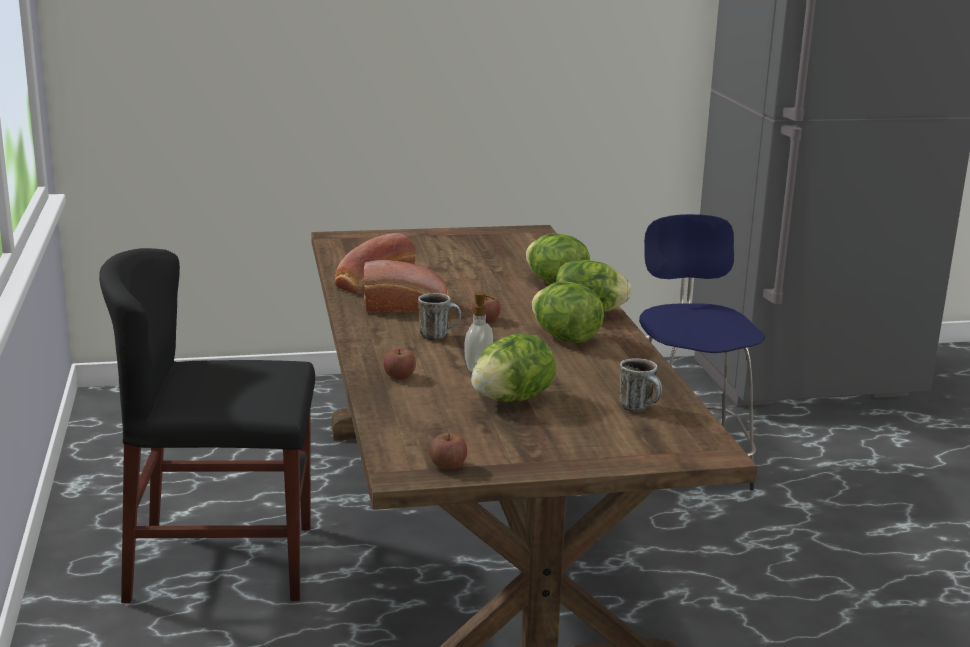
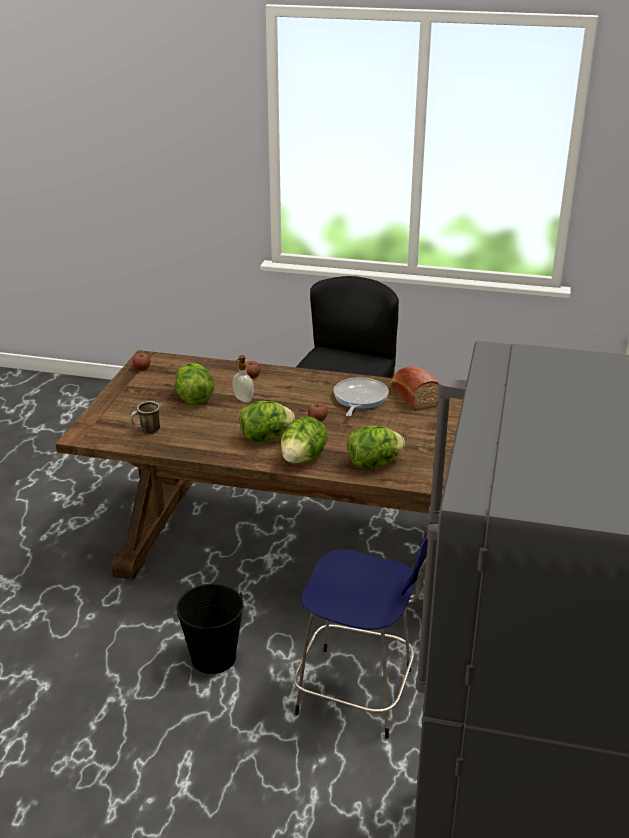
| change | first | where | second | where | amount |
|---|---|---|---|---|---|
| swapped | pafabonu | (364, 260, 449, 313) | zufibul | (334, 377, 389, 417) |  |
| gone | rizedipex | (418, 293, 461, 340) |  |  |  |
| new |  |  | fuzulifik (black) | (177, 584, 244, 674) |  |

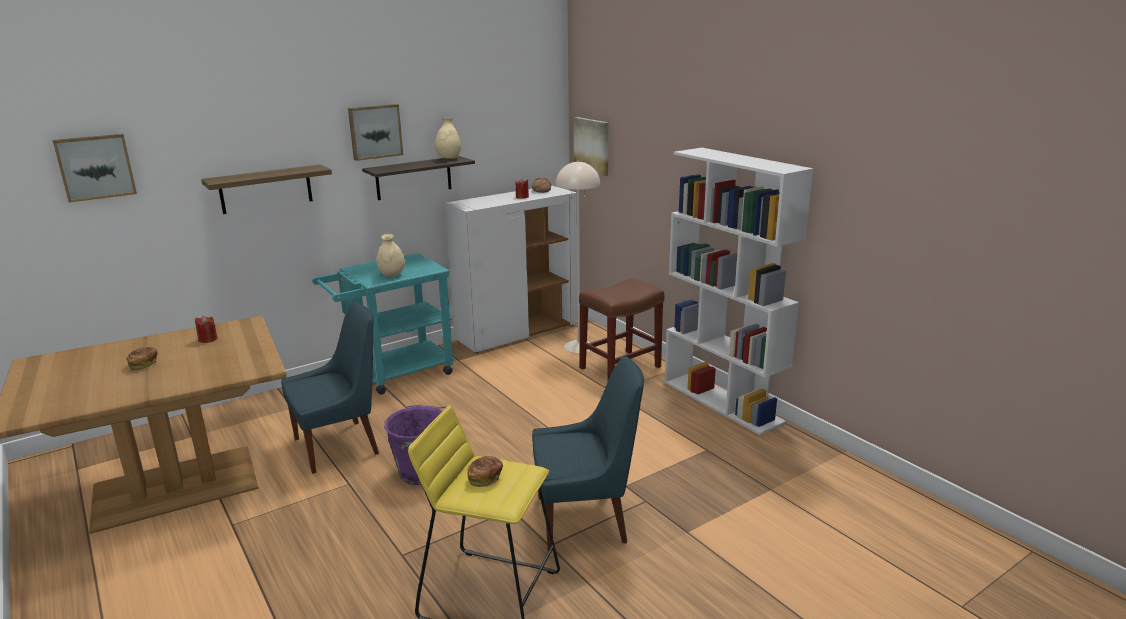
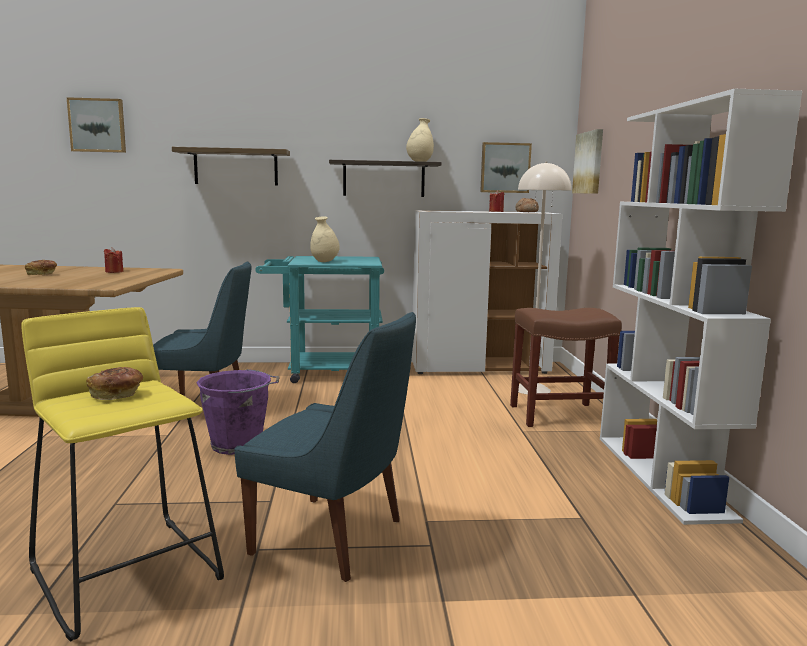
| change | first | where | second | where | amount |
|---|---|---|---|---|---|
| shifted | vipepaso | (348, 104, 403, 161) |  | (480, 142, 532, 193) |  |

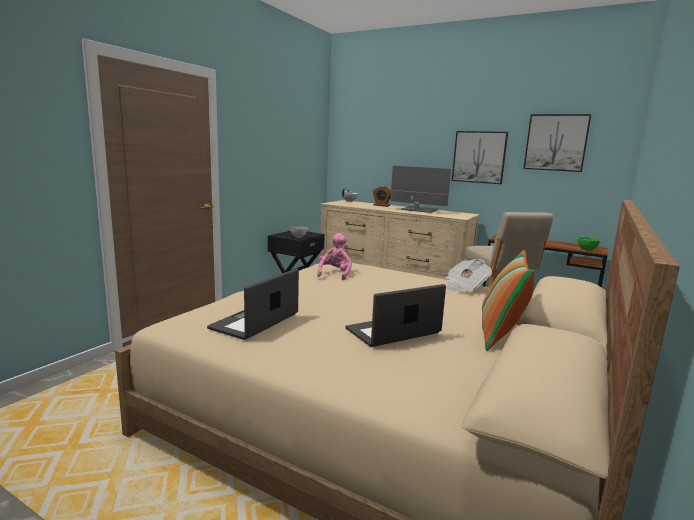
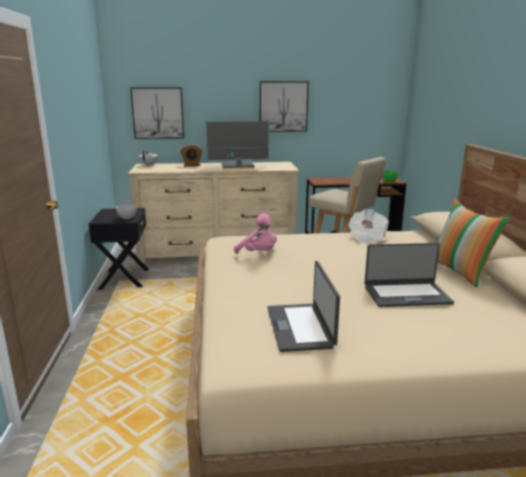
| change | first | where | second | where | amount |
|---|---|---|---|---|---|
| rotated | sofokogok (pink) | (317, 233, 352, 280) |  | (234, 213, 277, 254) | 150 degrees clockwise |
| rotated | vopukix | (346, 284, 446, 347) |  | (364, 243, 454, 307) | 120 degrees counterclockwise |
| shifted | vipepaso | (523, 114, 591, 172) |  | (130, 87, 184, 139) |  |

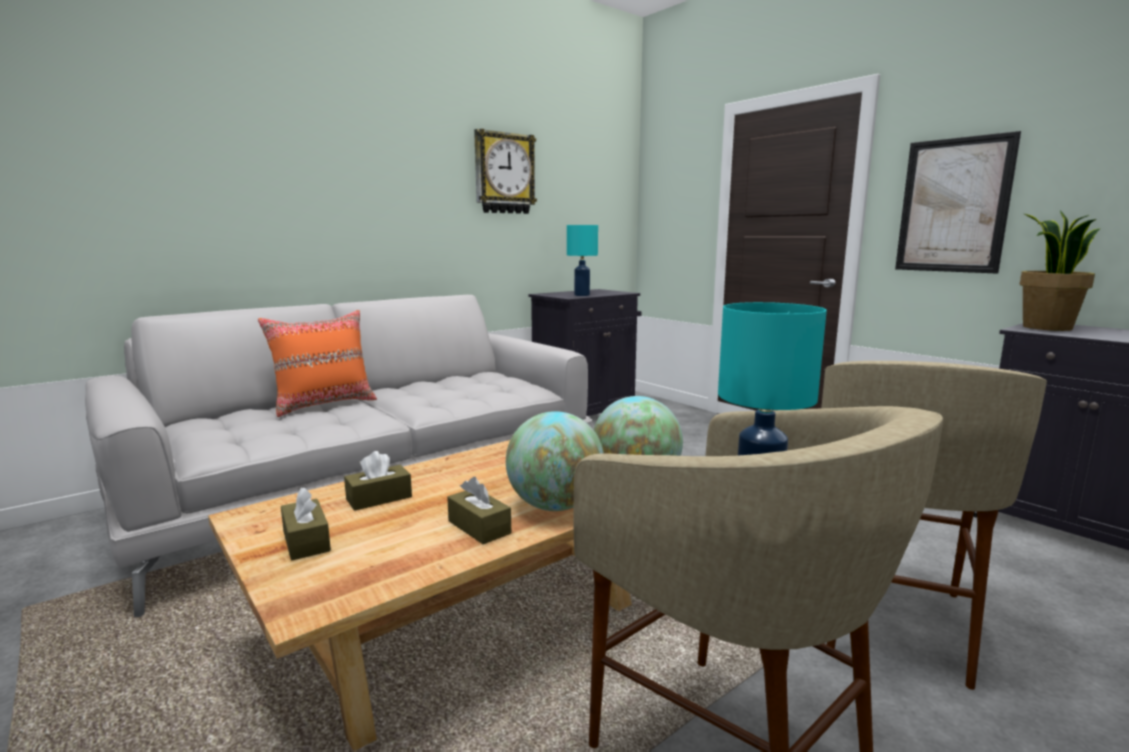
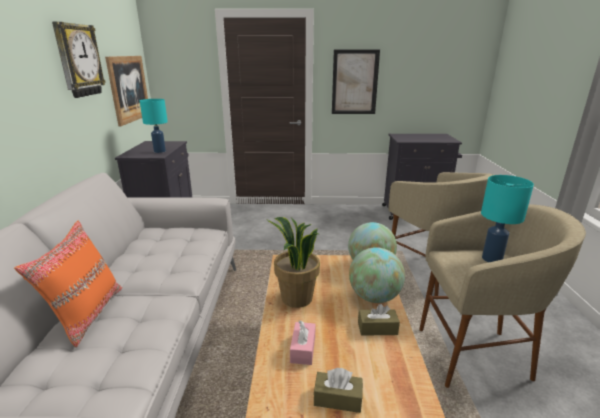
| change | first | where | second | where | amount |
|---|---|---|---|---|---|
| repainted | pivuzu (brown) | (344, 451, 412, 511) | pivuzu (pink) | (290, 320, 316, 365) |  |
| shifted | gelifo | (1019, 210, 1101, 331) |  | (266, 217, 320, 308) |  |
| new |  |  | vipepaso | (105, 56, 148, 126) |  |

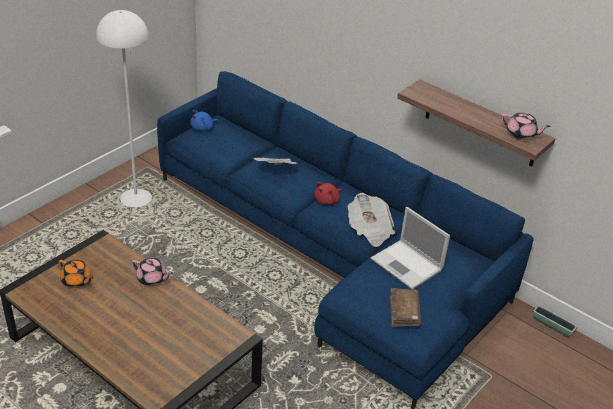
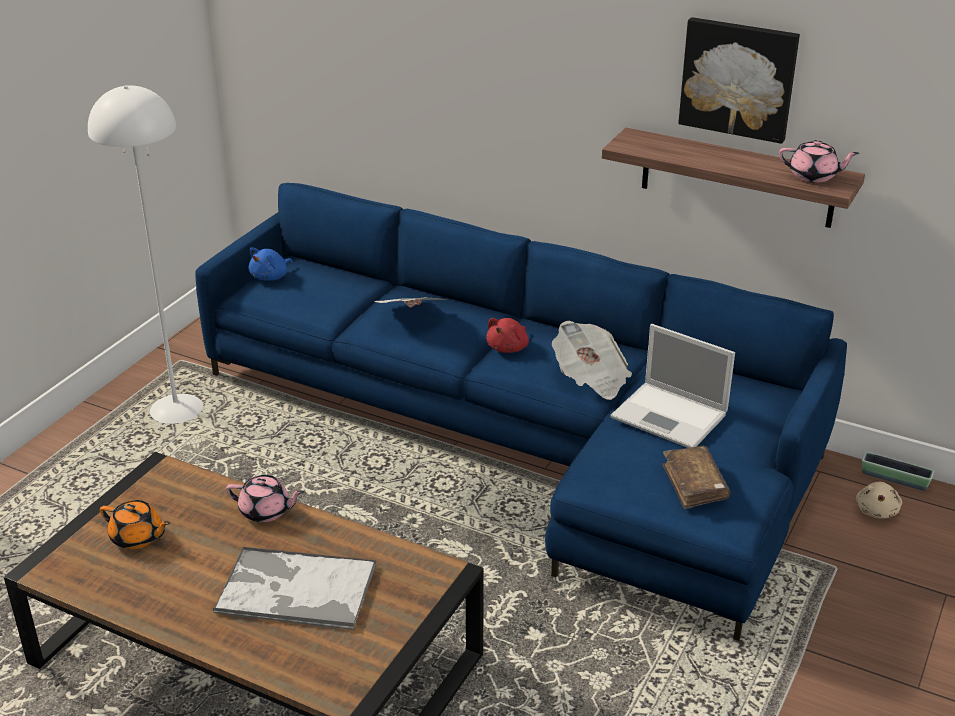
| change | first | where | second | where | amount |
|---|---|---|---|---|---|
| new |  |  | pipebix | (213, 547, 376, 630) |  |
| new |  |  | vipepaso | (678, 17, 800, 144) |  |
| new |  |  | sofokogok (beige) | (856, 482, 902, 519) |  |

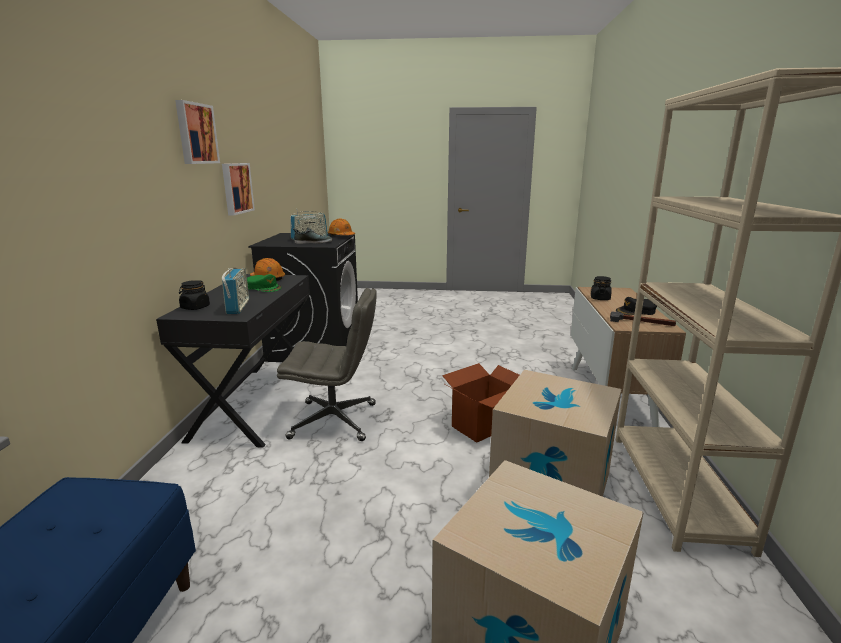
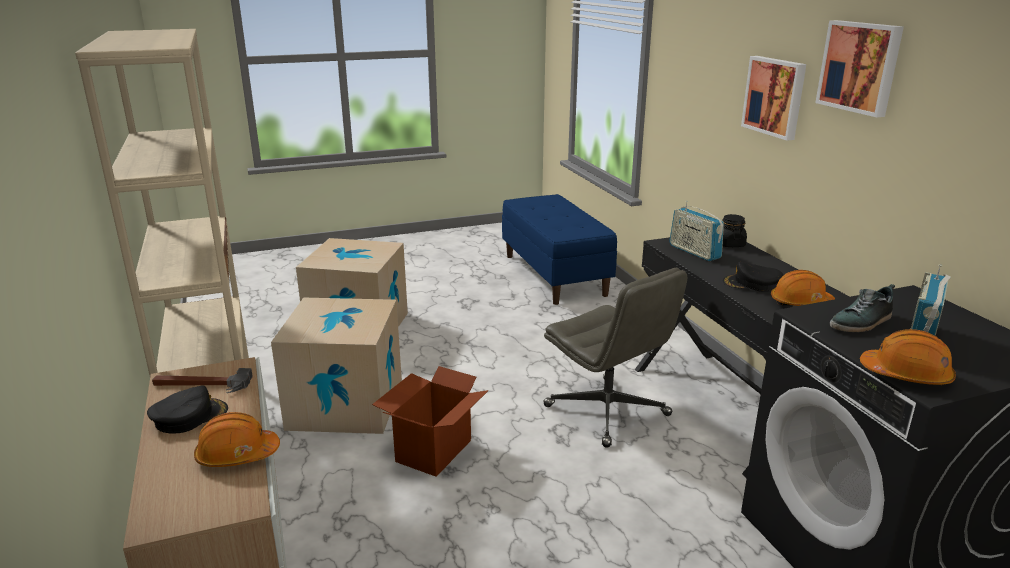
| change | first | where | second | where | amount |
|---|---|---|---|---|---|
| shifted | vipepaso | (222, 163, 255, 215) |  | (741, 56, 806, 141) |  |
| repainted | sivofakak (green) | (247, 274, 282, 292) | sivofakak (black) | (722, 262, 783, 292) |  |
| rotated | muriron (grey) | (277, 288, 377, 441) |  | (543, 268, 687, 448) | 105 degrees counterclockwise |
| swapped | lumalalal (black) | (591, 276, 612, 300) | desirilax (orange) | (194, 412, 280, 467) |  |

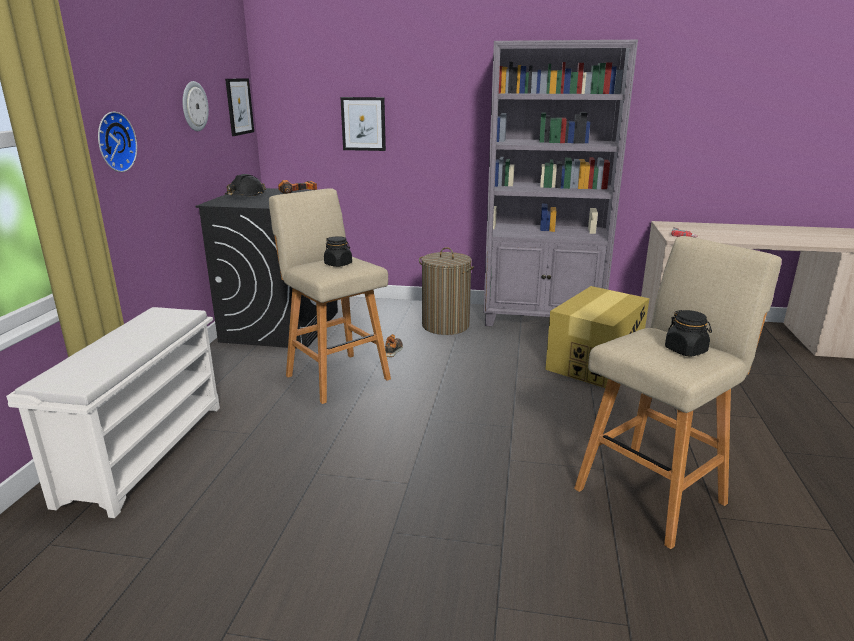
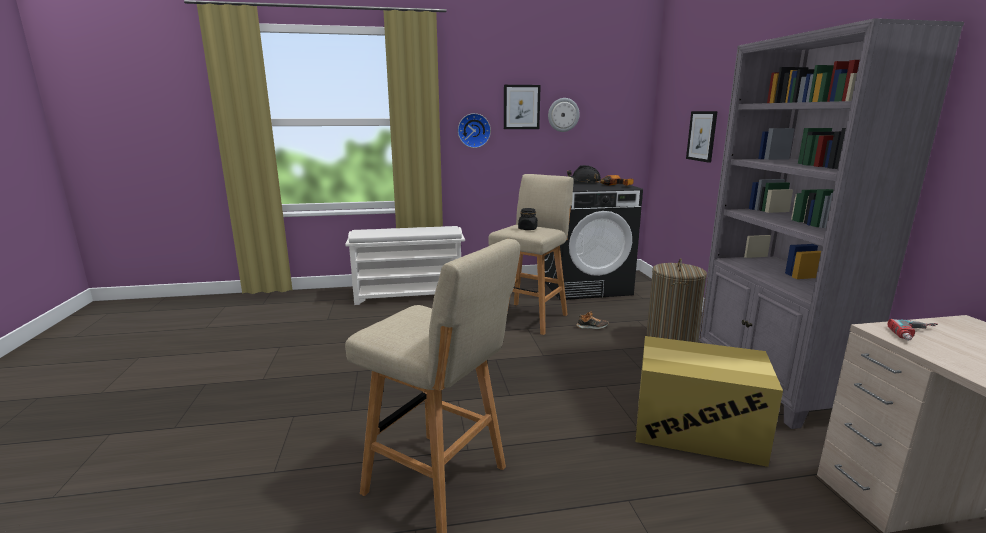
| change | first | where | second | where | amount |
|---|---|---|---|---|---|
| shifted | vipepaso | (225, 78, 254, 136) |  | (504, 85, 541, 129) |  |
| gone | lumalalal (black) | (665, 310, 712, 357) |  |  |  |

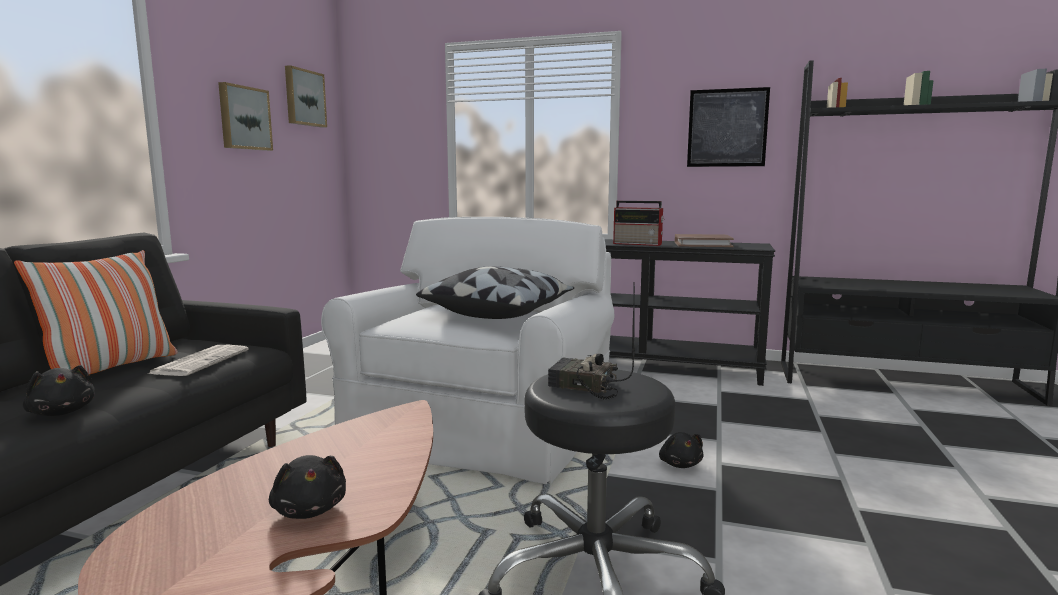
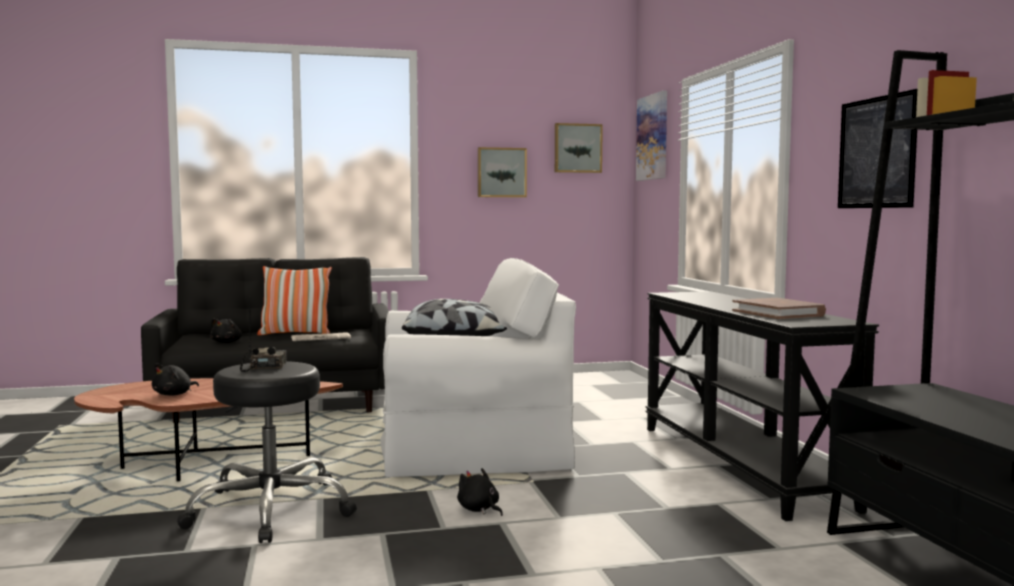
| change | first | where | second | where | amount |
|---|---|---|---|---|---|
| gone | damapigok | (613, 201, 664, 246) |  |  |  |
| rotated | sofokogok (black) | (659, 432, 703, 468) |  | (457, 468, 503, 516) | 90 degrees clockwise |
| new |  |  | vipepaso | (636, 91, 667, 181) |  |

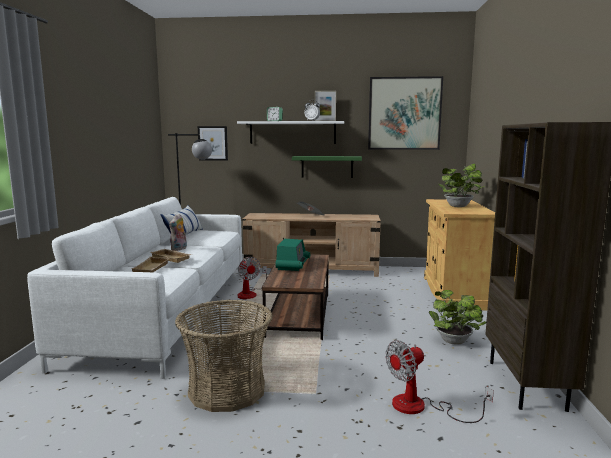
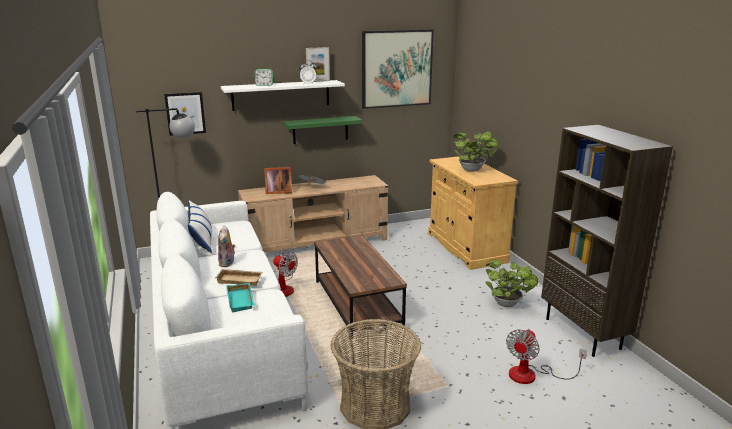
| change | first | where | second | where | amount |
|---|---|---|---|---|---|
| repainted | pipebix (beige) | (131, 256, 170, 272) | pipebix (turquoise) | (226, 283, 255, 313) |  |
| gone | damapigok | (275, 239, 310, 271) |  |  |  |
| new |  |  | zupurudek | (264, 167, 292, 194) |  |

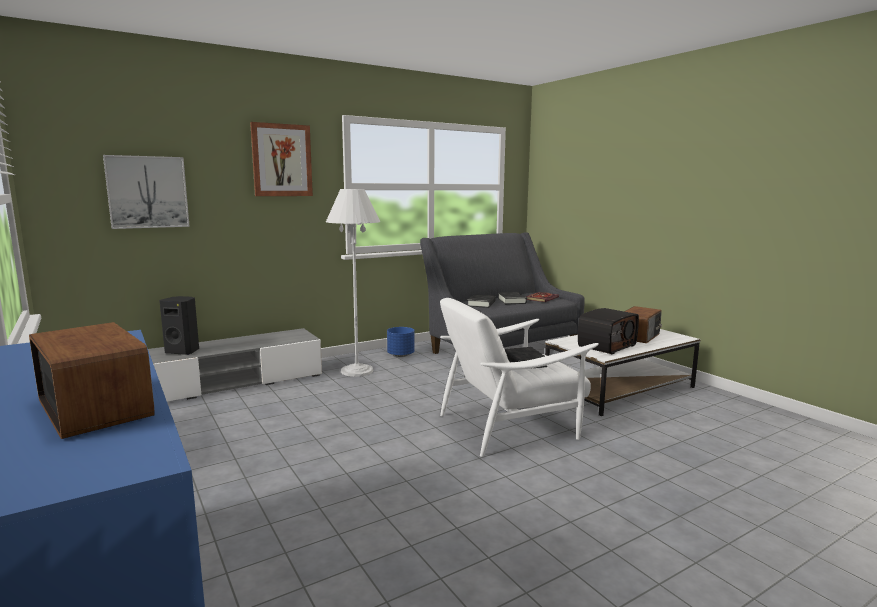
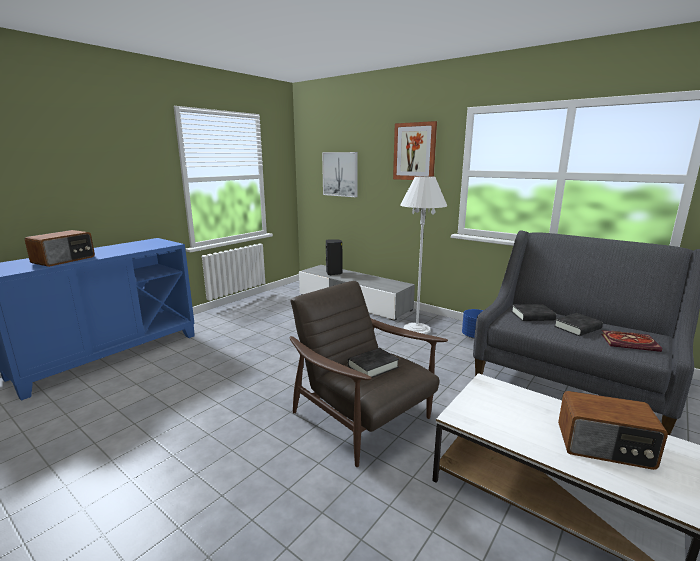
| change | first | where | second | where | amount |
|---|---|---|---|---|---|
| repainted | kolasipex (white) | (440, 298, 599, 457) | kolasipex (brown) | (290, 281, 448, 467) |  |
| gone | damapigok | (578, 308, 639, 354) |  |  |  |

